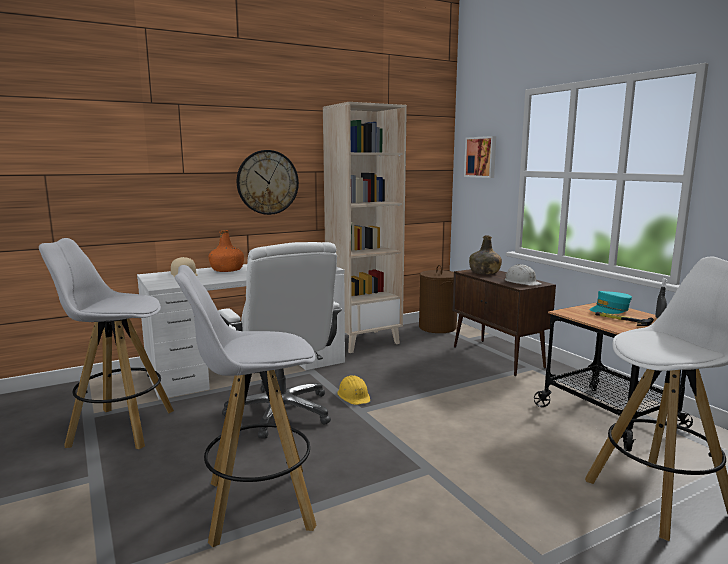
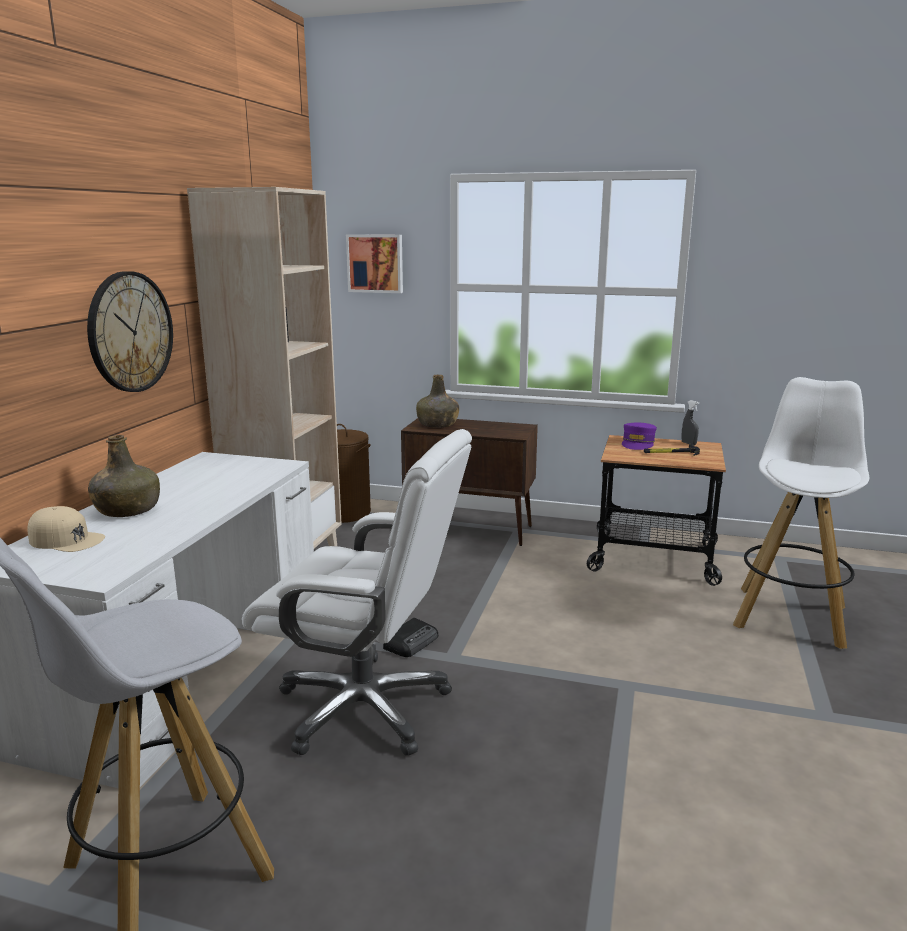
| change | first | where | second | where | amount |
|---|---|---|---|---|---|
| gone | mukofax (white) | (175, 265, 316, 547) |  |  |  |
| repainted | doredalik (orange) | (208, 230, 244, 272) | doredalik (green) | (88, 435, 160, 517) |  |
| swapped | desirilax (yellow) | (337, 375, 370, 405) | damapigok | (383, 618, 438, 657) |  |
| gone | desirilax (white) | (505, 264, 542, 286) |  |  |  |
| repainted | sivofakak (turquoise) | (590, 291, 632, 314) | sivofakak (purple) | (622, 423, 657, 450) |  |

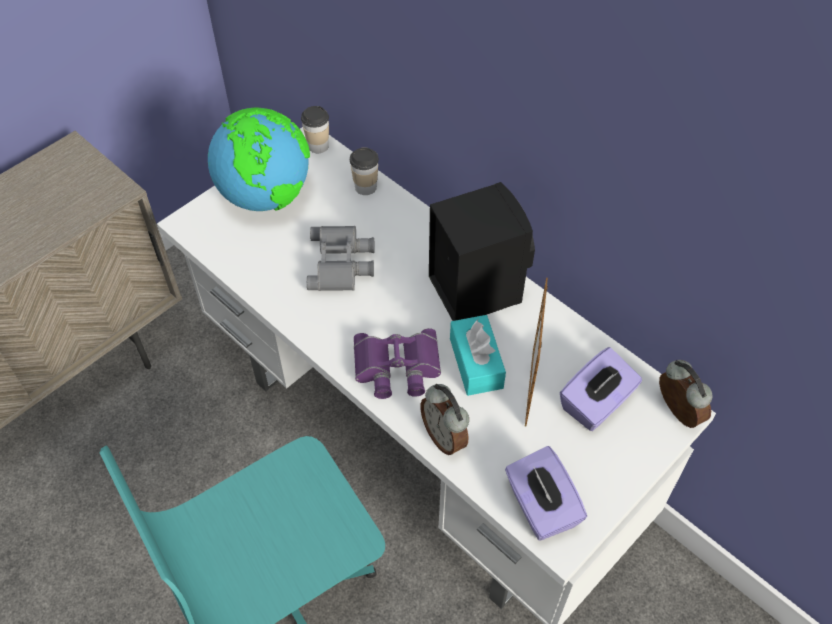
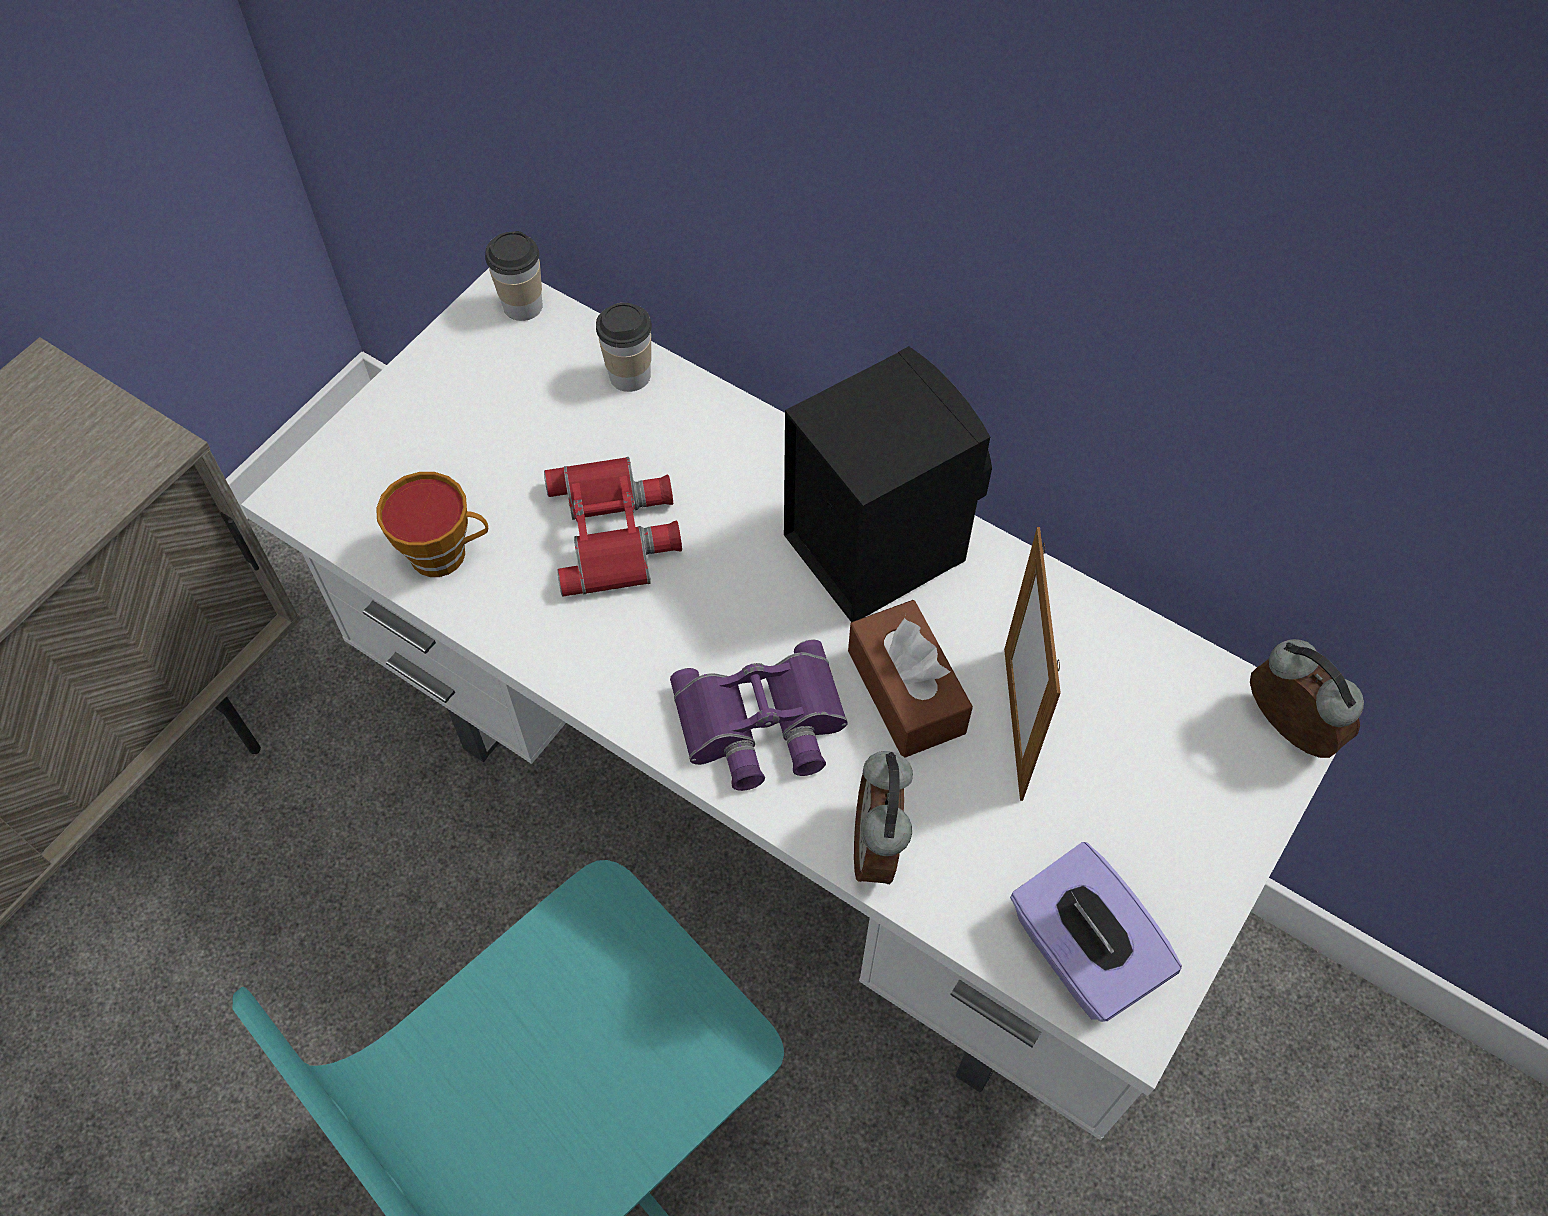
| change | first | where | second | where | amount |
|---|---|---|---|---|---|
| gone | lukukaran | (208, 107, 310, 211) |  |  |  |
| repainted | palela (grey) | (307, 226, 375, 291) | palela (red) | (544, 457, 682, 596) |  |
| rotated | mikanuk | (420, 384, 469, 455) |  | (854, 751, 913, 884) | 45 degrees clockwise |
| repainted | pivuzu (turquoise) | (450, 315, 506, 396) | pivuzu (brown) | (848, 600, 973, 758) |  |
| gone | pivuzu (purple) | (560, 347, 642, 431) |  |  |  |
| new |  |  | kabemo | (376, 472, 488, 577) |  |

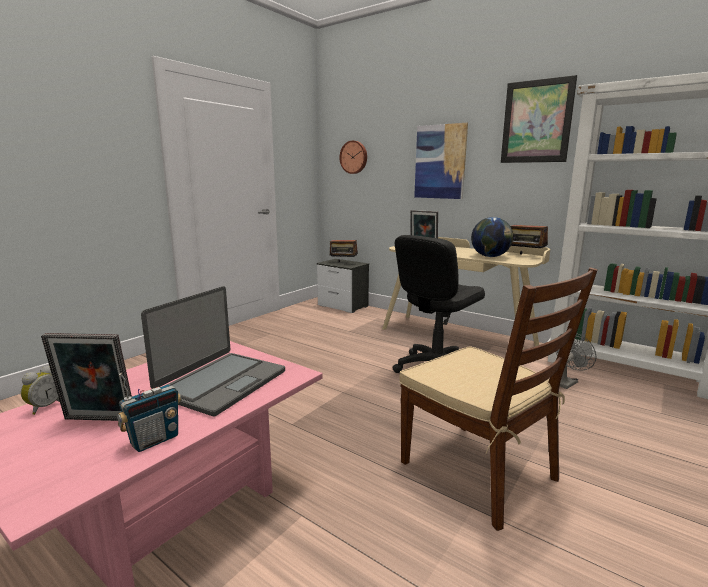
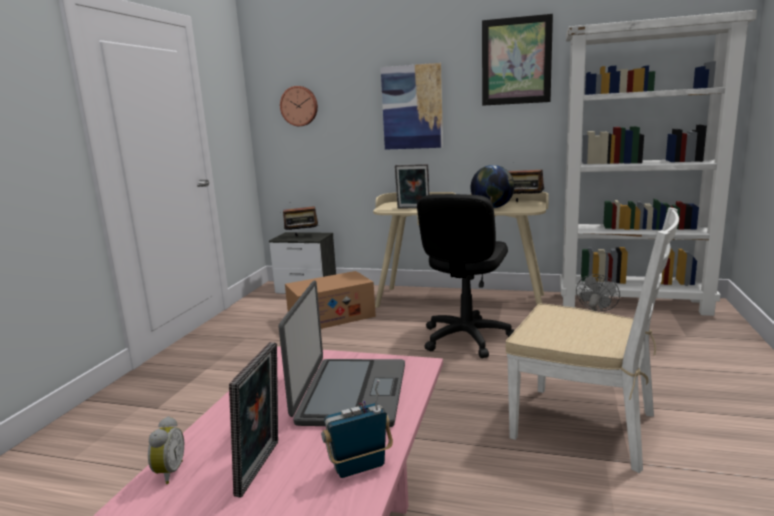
| change | first | where | second | where | amount |
|---|---|---|---|---|---|
| rotated | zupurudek | (41, 333, 132, 421) |  | (229, 342, 278, 498) | 60 degrees counterclockwise |
| rotated | damapigok | (117, 373, 182, 452) |  | (321, 380, 393, 478) | 135 degrees counterclockwise |
| repainted | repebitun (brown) | (399, 267, 598, 531) | repebitun (white) | (506, 207, 679, 473) |  |
| new |  |  | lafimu | (285, 271, 376, 329) |  |

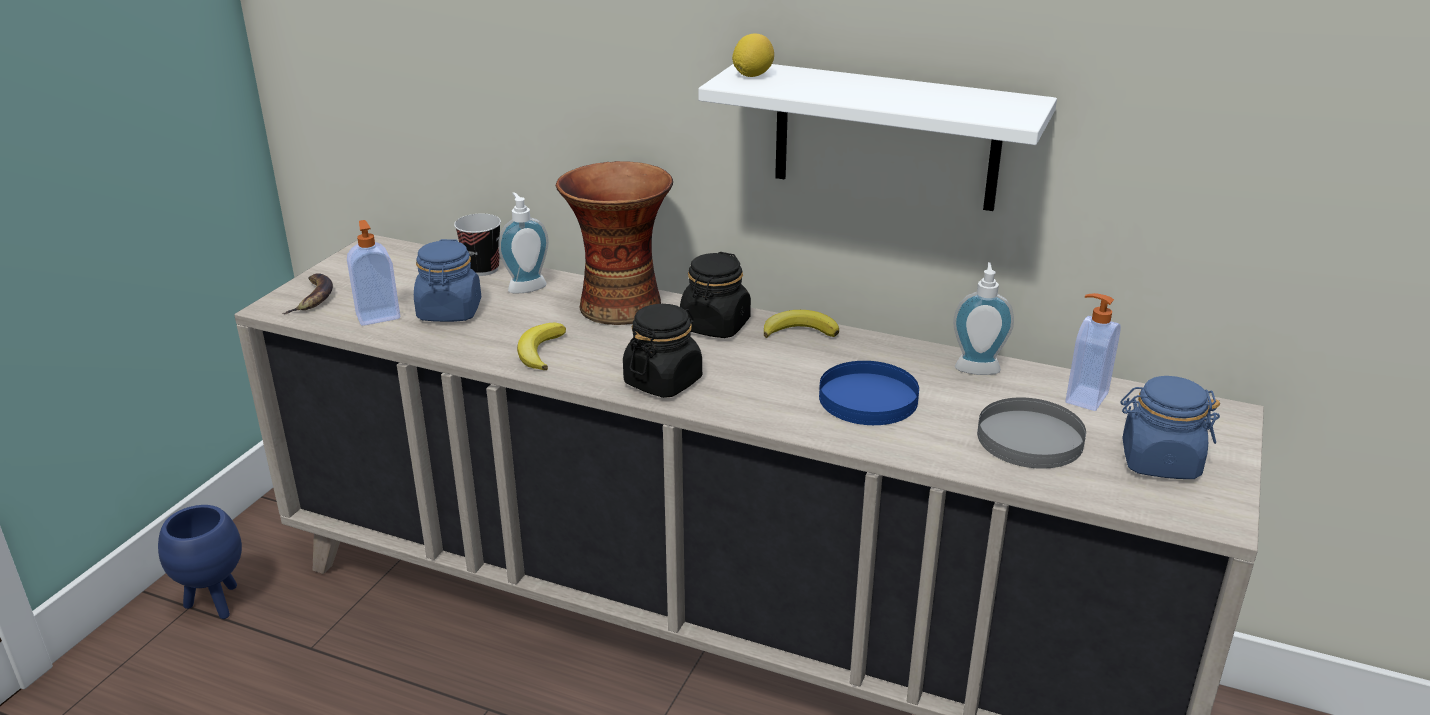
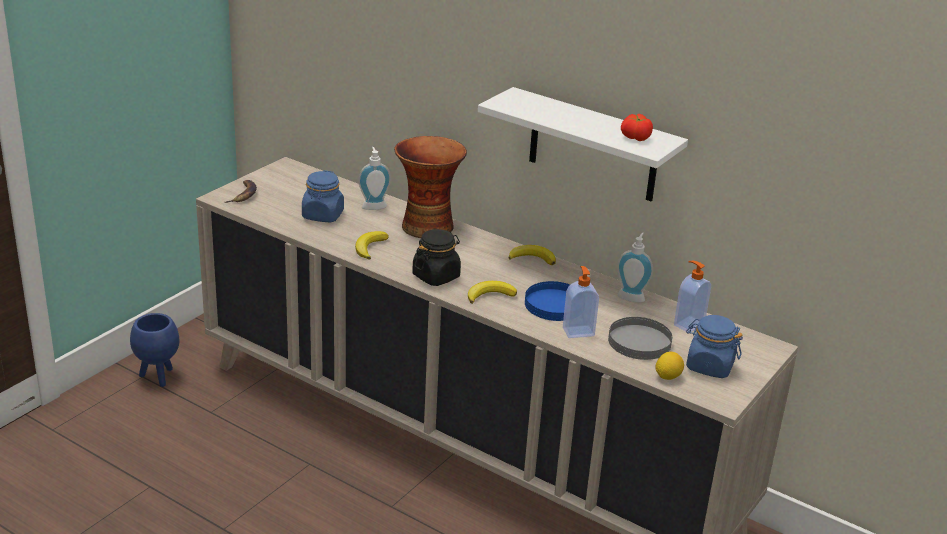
| change | first | where | second | where | amount |
|---|---|---|---|---|---|
| shifted | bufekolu | (347, 220, 400, 326) |  | (563, 266, 599, 338) |  |
| gone | kabemo | (454, 214, 501, 276) |  |  |  |
| gone | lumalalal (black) | (680, 252, 751, 338) |  |  |  |
| shifted | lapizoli | (732, 34, 774, 77) |  | (655, 352, 684, 380) |  |
| new |  |  | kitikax | (468, 281, 517, 304) |  |
| new |  |  | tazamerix | (621, 114, 653, 141) |  |

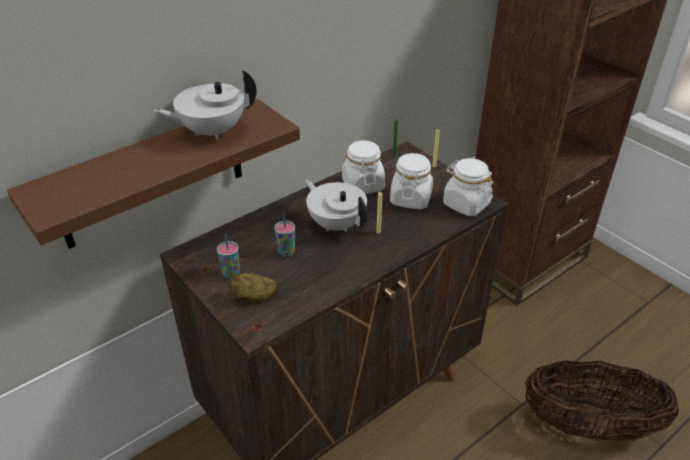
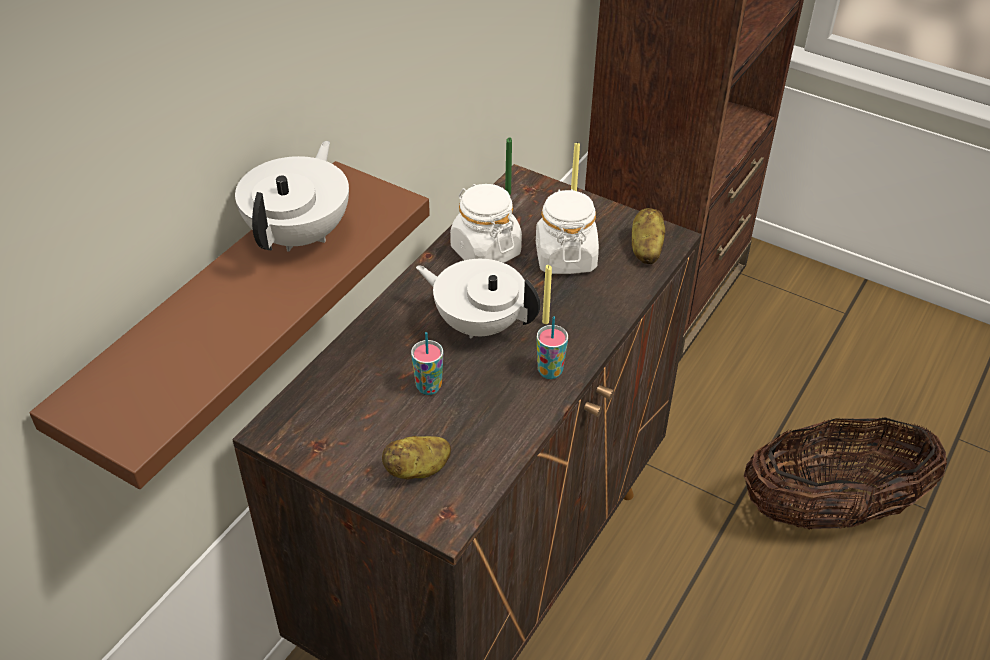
| change | first | where | second | where | amount |
|---|---|---|---|---|---|
| rotated | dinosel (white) | (153, 70, 257, 140) |  | (235, 141, 349, 252) | 150 degrees clockwise |
| shifted | kabemo | (217, 234, 240, 279) |  | (537, 317, 568, 379) |  |
| swapped | lumalalal (white) | (443, 158, 494, 216) | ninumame | (632, 208, 665, 264) |  |

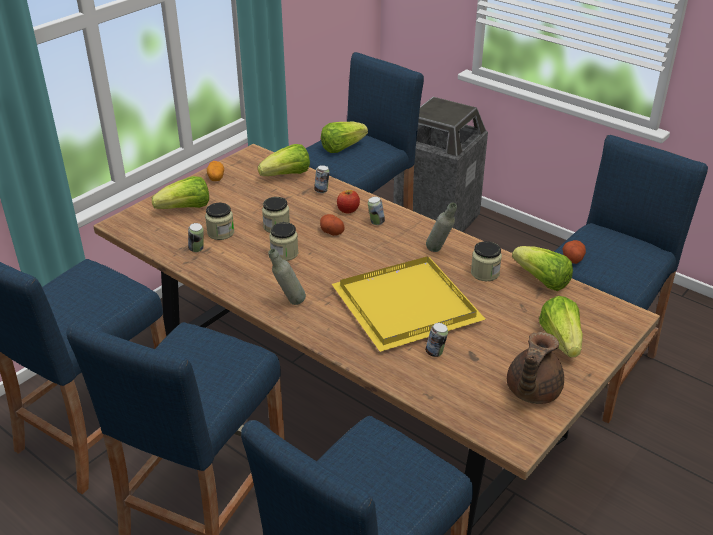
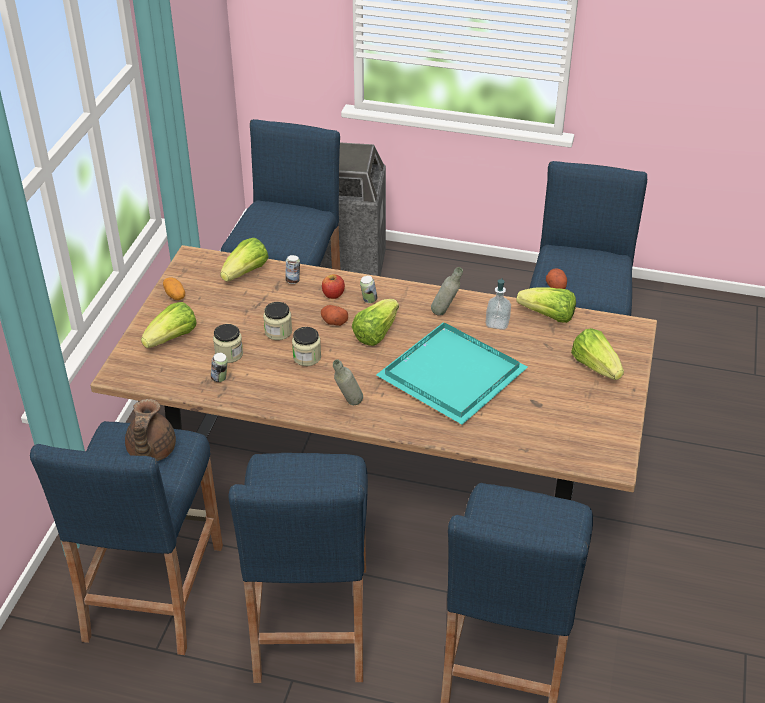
| change | first | where | second | where | amount |
|---|---|---|---|---|---|
| shifted | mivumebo | (321, 121, 368, 153) |  | (352, 299, 399, 346) |  |
| repainted | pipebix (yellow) | (332, 256, 486, 352) | pipebix (turquoise) | (376, 322, 528, 425) |  |
| gone | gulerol | (425, 323, 448, 357) |  |  |  |
| swapped | lumalalal | (471, 241, 502, 281) | bufekolu | (486, 278, 511, 330) |  |
| shifted | dinosel (brown) | (507, 332, 564, 404) |  | (125, 399, 176, 461) |  |

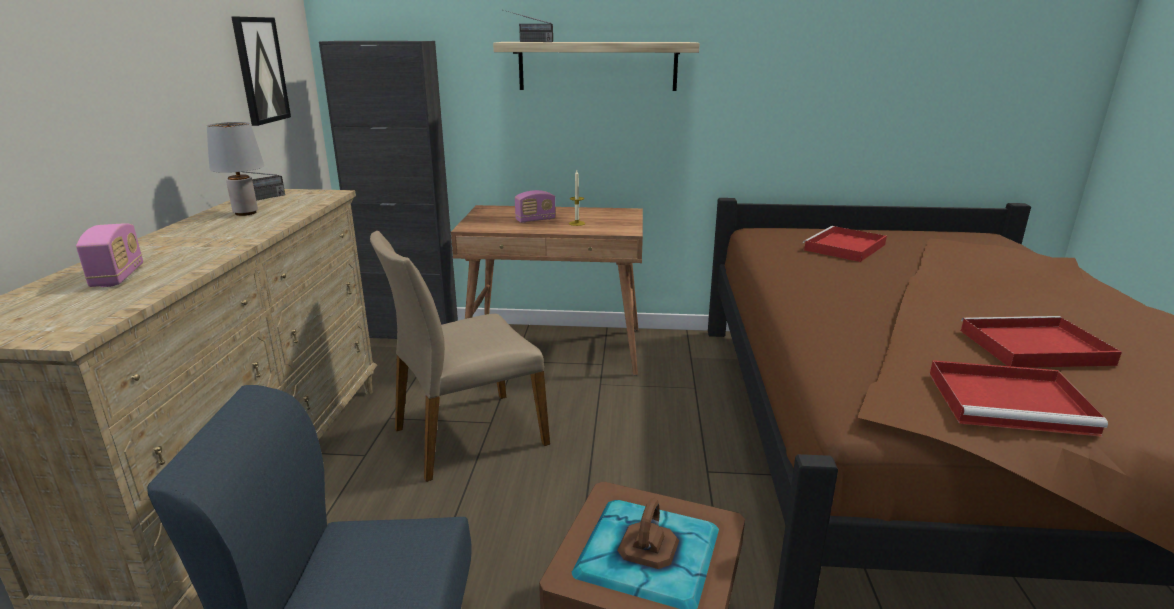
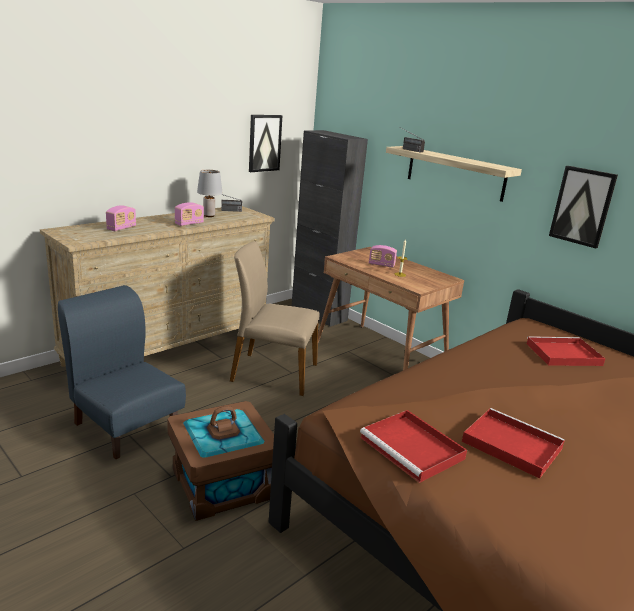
| change | first | where | second | where | amount |
|---|---|---|---|---|---|
| new |  |  | damapigok | (175, 202, 204, 226) |  |
| new |  |  | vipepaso | (549, 166, 618, 248) |  |

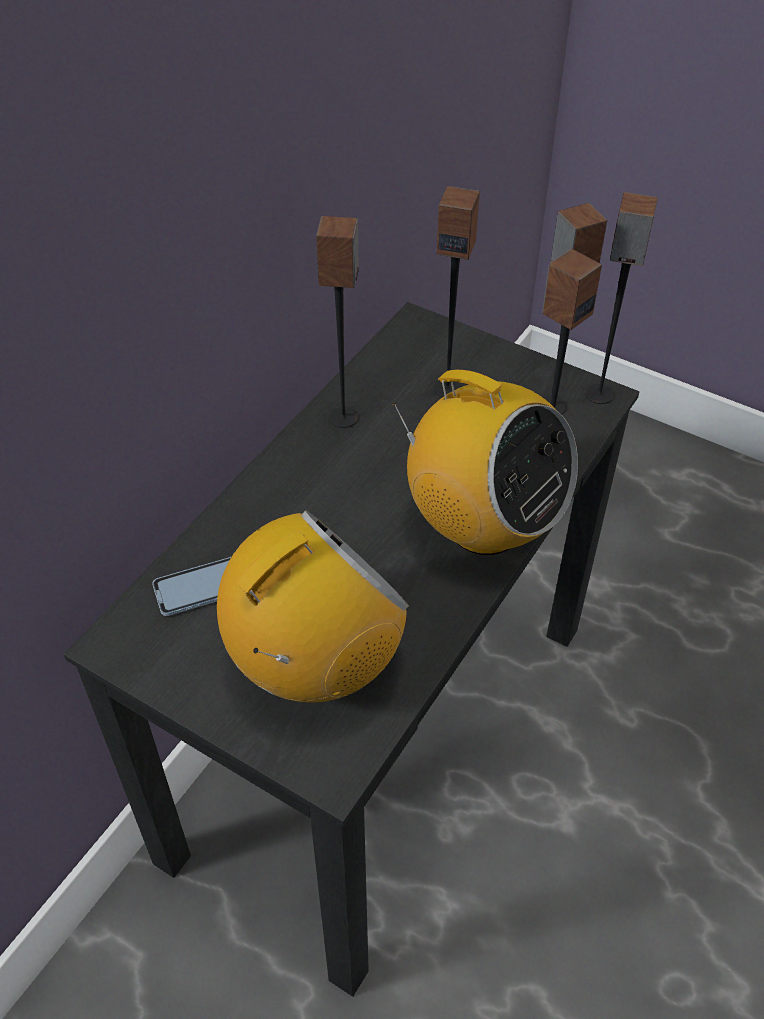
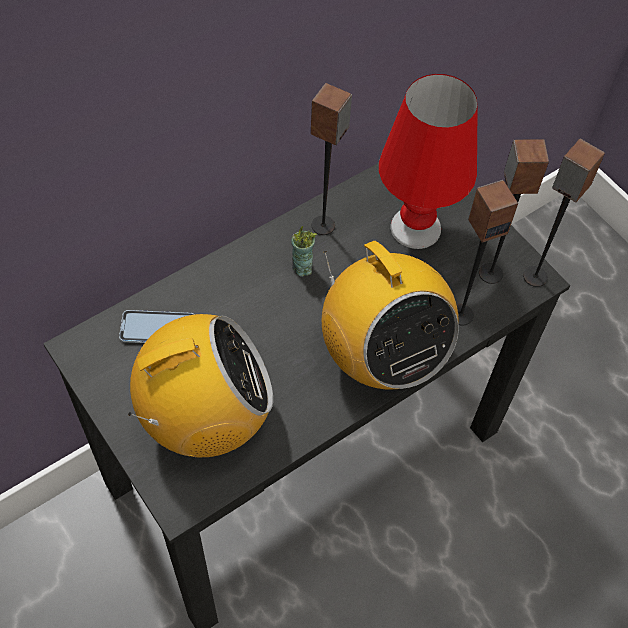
| change | first | where | second | where | amount |
|---|---|---|---|---|---|
| swapped | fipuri | (433, 186, 480, 397) | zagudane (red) | (379, 74, 478, 249) |  |
| new |  |  | kabemo | (291, 226, 317, 277) |  |

